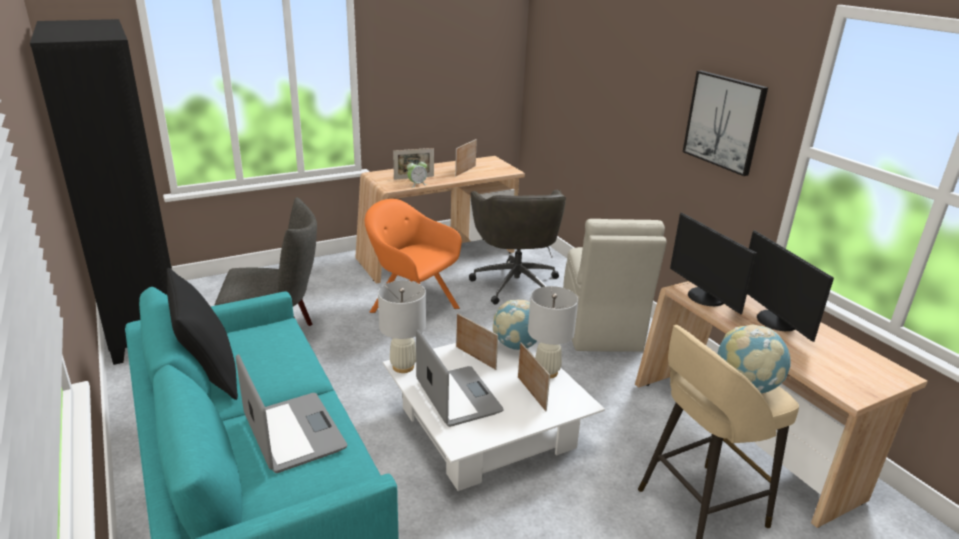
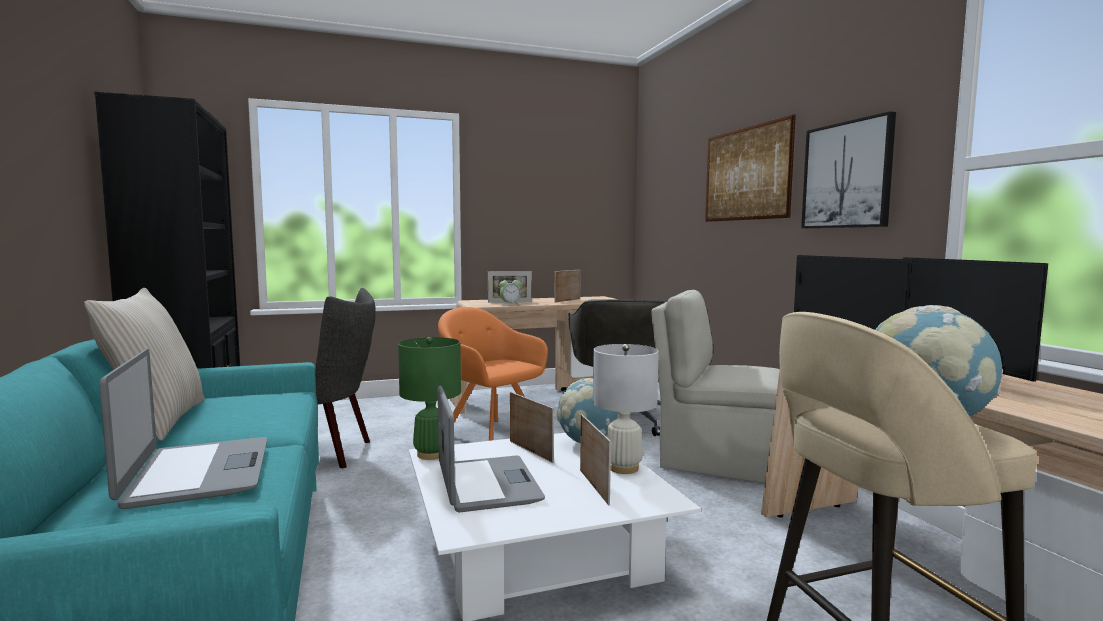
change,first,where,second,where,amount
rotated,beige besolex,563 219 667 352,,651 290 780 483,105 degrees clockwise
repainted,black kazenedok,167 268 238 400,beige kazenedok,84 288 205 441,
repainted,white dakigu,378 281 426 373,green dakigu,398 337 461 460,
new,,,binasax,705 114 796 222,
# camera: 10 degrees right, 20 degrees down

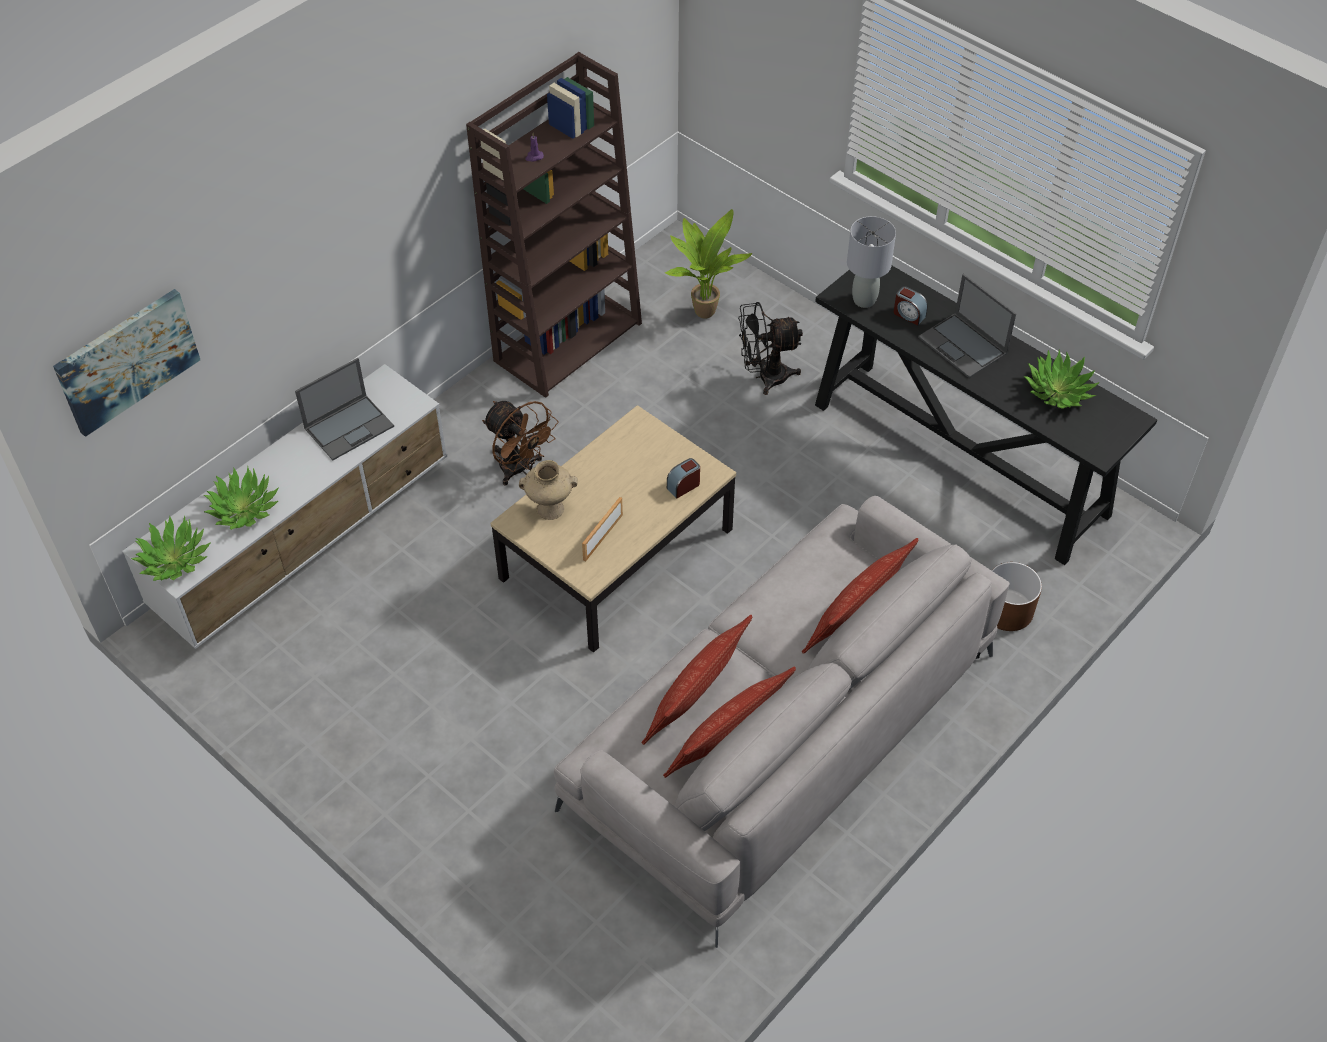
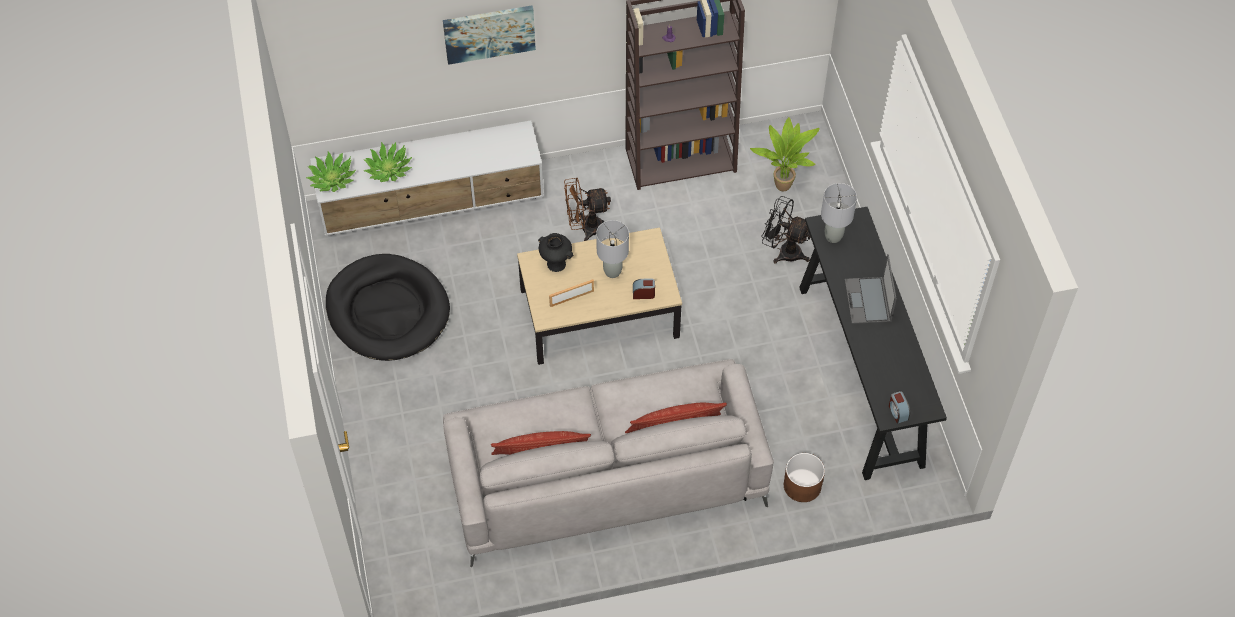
change,first,where,second,where,amount
shifted,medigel,894 286 928 326,,889 391 910 424,
shifted,binasax,53 289 200 437,,443 6 536 65,
gone,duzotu,1023 349 1099 409,,,
gone,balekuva,295 358 394 460,,,
rotated,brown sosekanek,482 401 558 486,,564 177 611 241,90 degrees clockwise
repainted,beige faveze,519 460 578 520,black faveze,538 233 574 272,
gone,kazenedok,642 615 752 745,,,
new,,,grey dakigu,596 220 629 278,
new,,,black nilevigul,326 254 450 361,
# camera: 35 degrees right, 5 degrees up

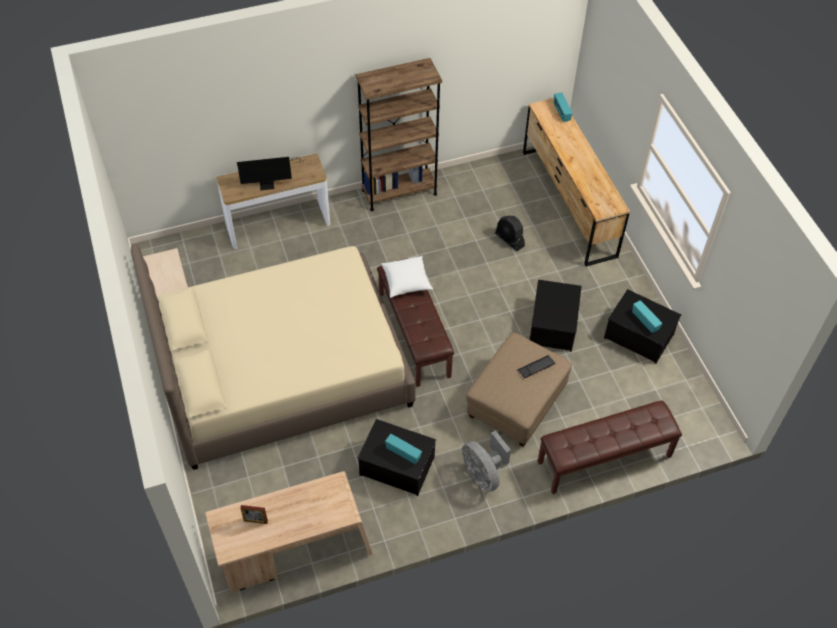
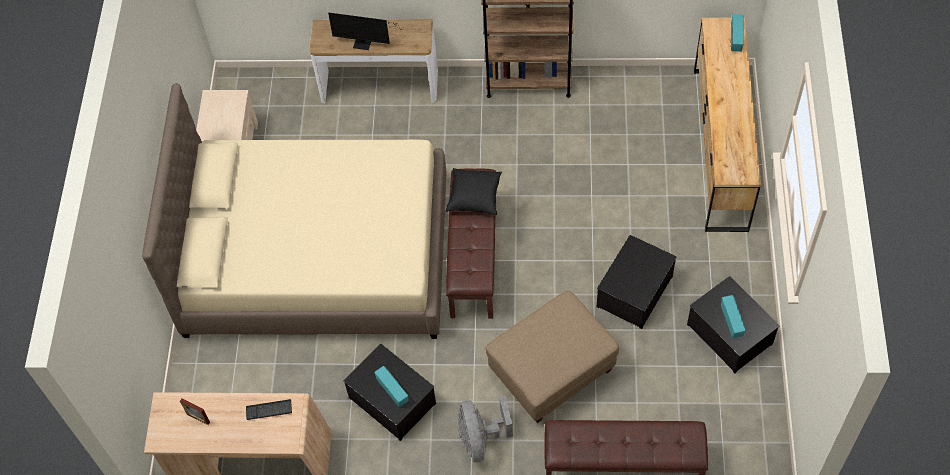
change,first,where,second,where,amount
gone,black sosekanek,495 216 525 251,,,
repainted,white kazenedok,381 256 433 298,black kazenedok,446 168 502 215,
shifted,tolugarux,517 355 555 378,,246 399 292 420,
# camera: 25 degrees right, 5 degrees up

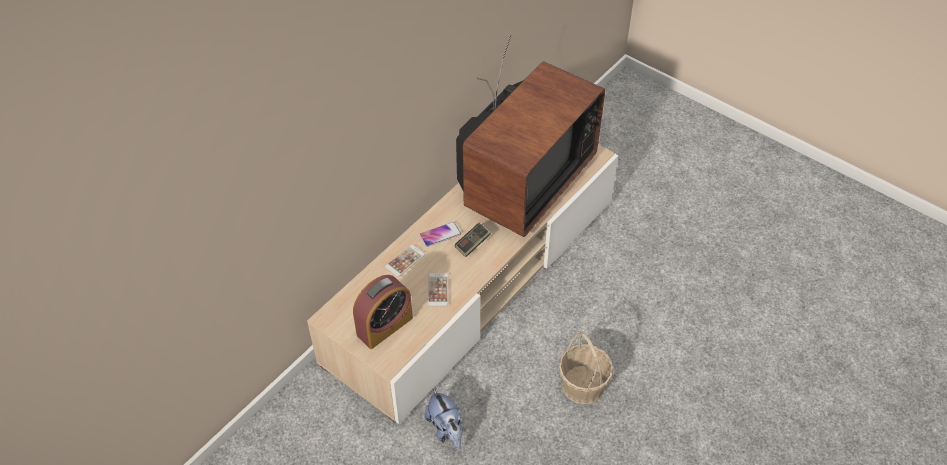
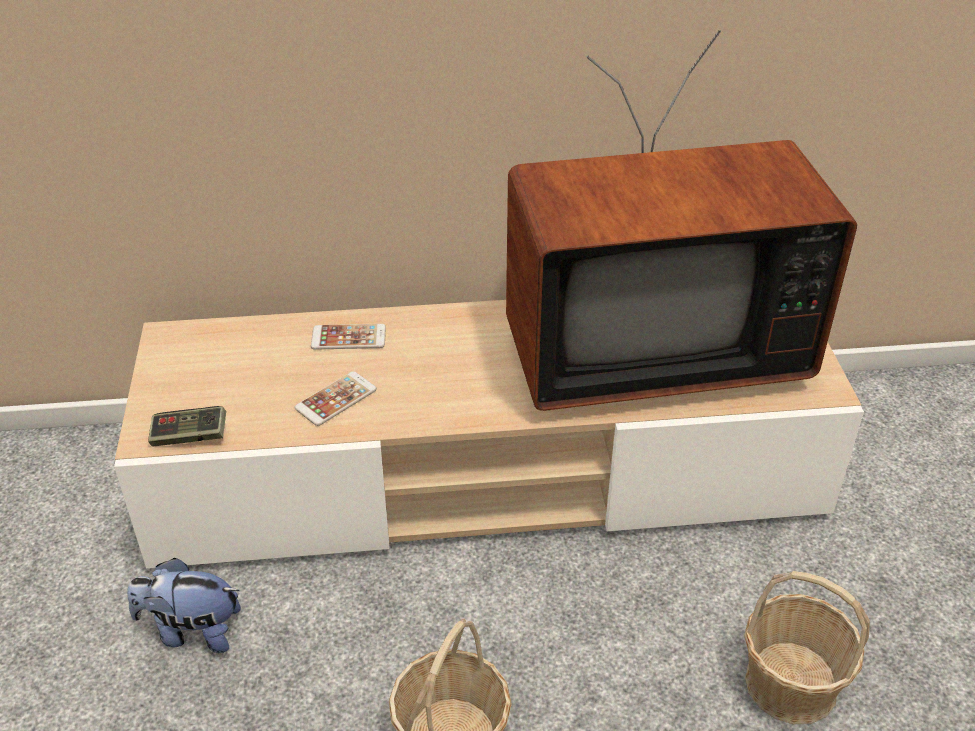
change,first,where,second,where,amount
gone,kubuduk,420 222 461 247,,,
shifted,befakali,455 223 491 257,,148 406 226 446,
gone,medigel,353 275 413 349,,,
rotated,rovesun,424 388 463 450,,127 558 241 653,75 degrees clockwise
new,,,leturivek,744 571 870 724,
# camera: 45 degrees right, 10 degrees down

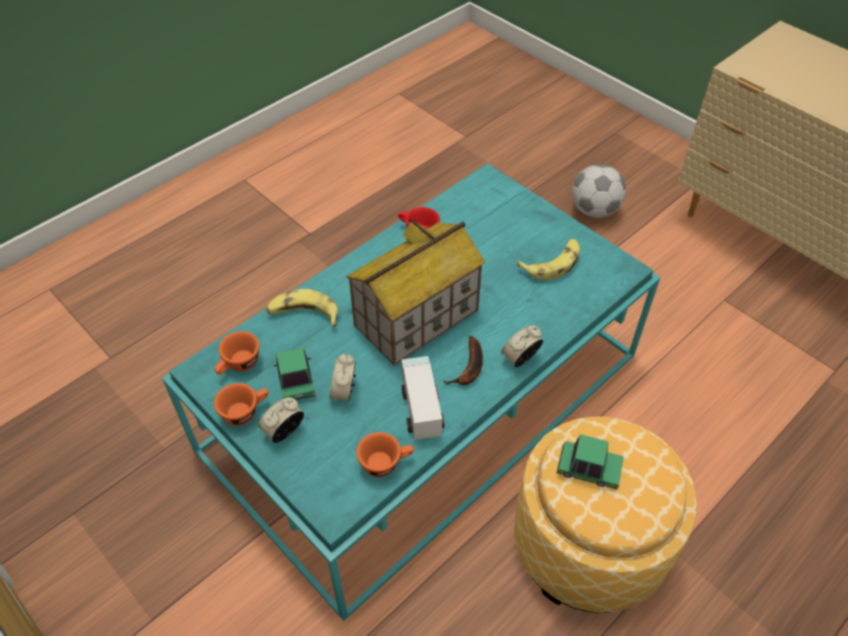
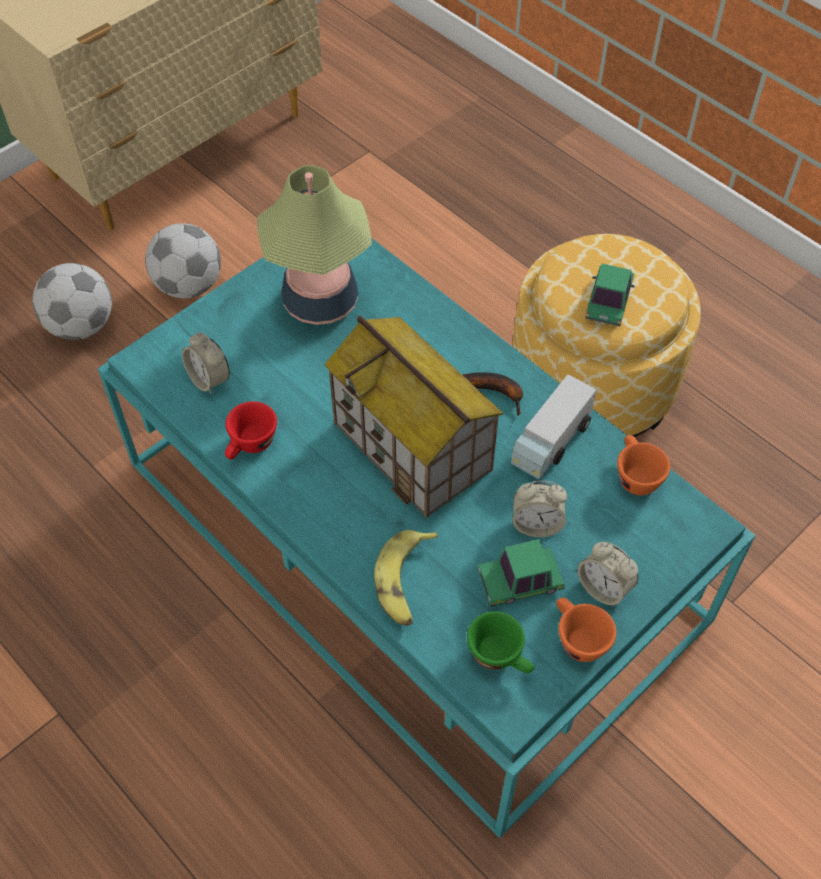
change,first,where,second,where,amount
swapped,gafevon,517 239 580 280,dakigu,257 165 372 325,
shifted,medigel,501 325 543 367,,182 332 230 395,
repainted,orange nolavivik,214 331 259 375,green nolavivik,467 611 535 673,
rotated,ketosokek,401 356 445 440,,511 374 597 480,45 degrees counterclockwise
new,,,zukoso,145 223 221 298,
# camera: 90 degrees left, 5 degrees up

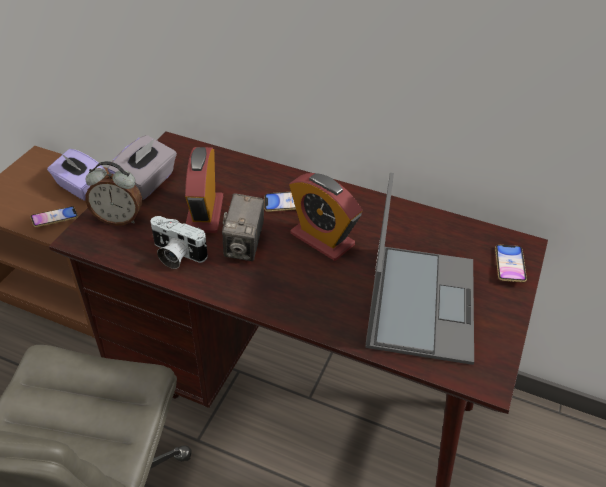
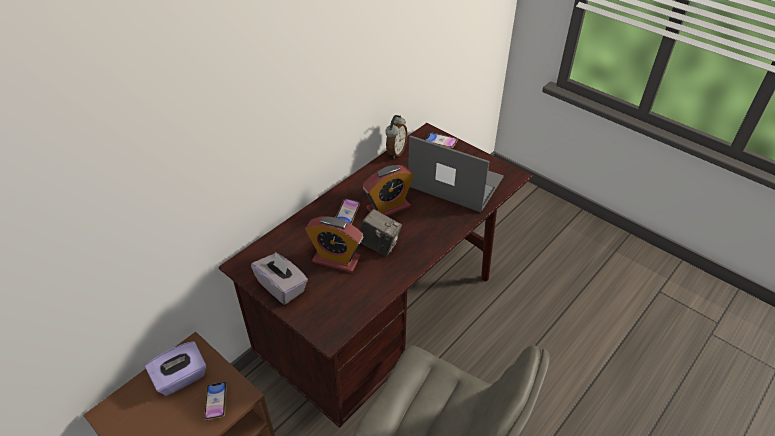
change,first,where,second,where,amount
shifted,medigel,85 161 142 226,,385 115 407 159,
gone,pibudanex,150 216 208 269,,,
# camera: 70 degrees left, 0 degrees up

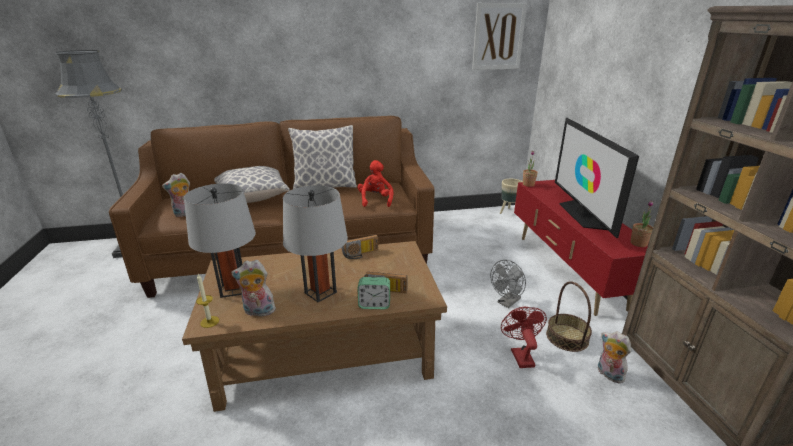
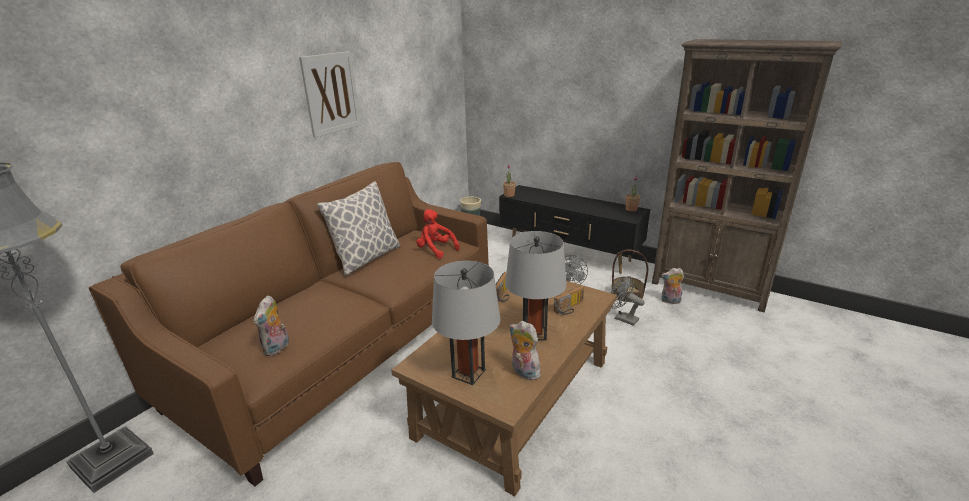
change,first,where,second,where,amount
shifted,binasax,472 3 527 70,,299 51 361 138,
gone,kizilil,555 118 639 238,,,
gone,kazenedok,214 166 290 203,,,
repainted,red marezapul,514 180 648 316,black marezapul,499 185 650 273,
rotated,rovesun,231 260 276 316,,509 321 542 381,90 degrees clockwise
gone,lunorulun,196 274 219 328,,,
gone,medigel,357 277 390 309,,,
repainted,red sosekanek,501 307 547 368,grey sosekanek,611 276 645 326,
# camera: 45 degrees left, 0 degrees up

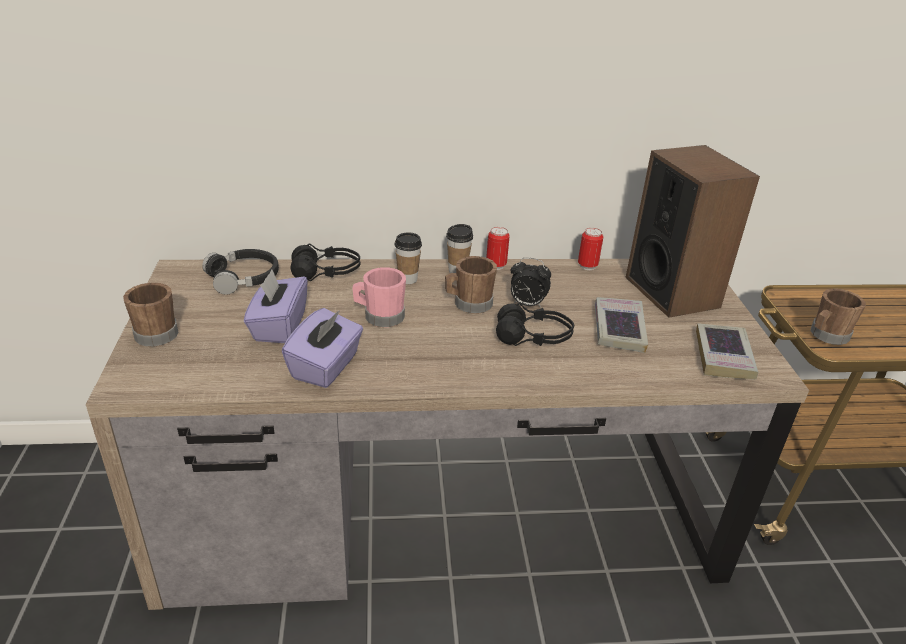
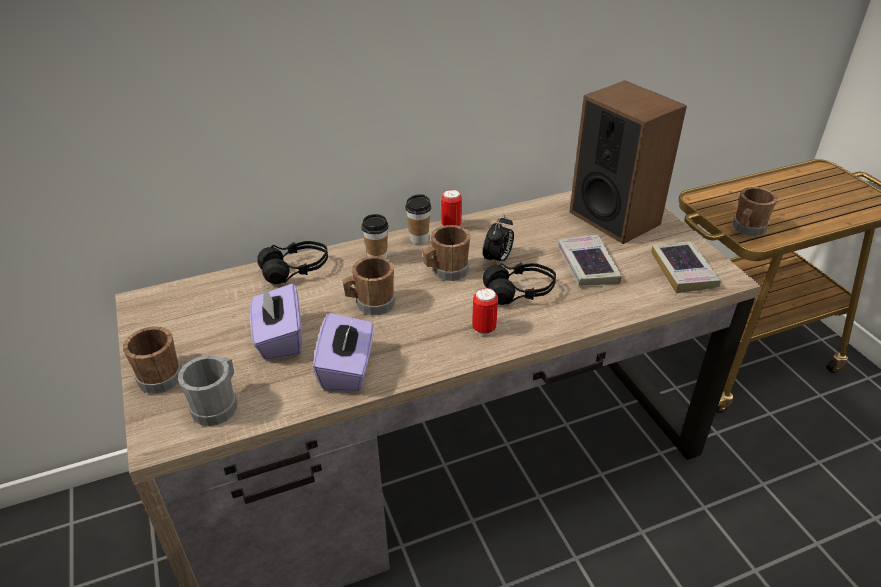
change,first,where,second,where,amount
shifted,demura,578 228 604 270,,472 288 498 336,
gone,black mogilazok,202 249 279 295,,,
rotated,medigel,510 258 551 308,,483 214 514 265,60 degrees counterclockwise
repainted,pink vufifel,352 267 406 327,brown vufifel,342 256 395 315,
new,,,grey vufifel,178 355 237 426,
# camera: 15 degrees left, 5 degrees up

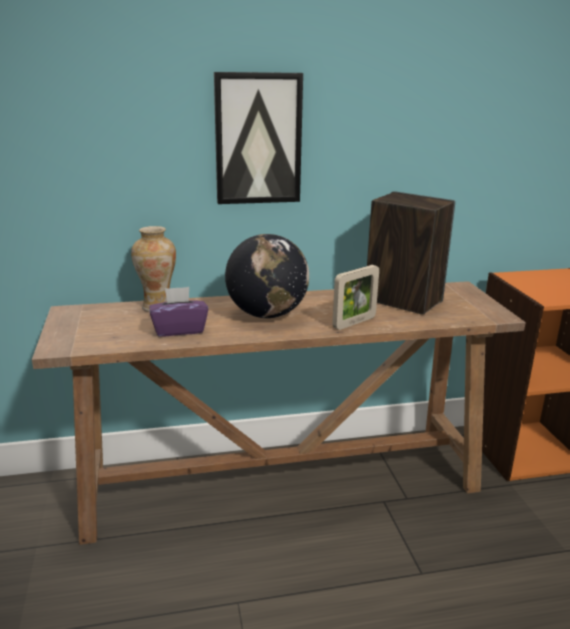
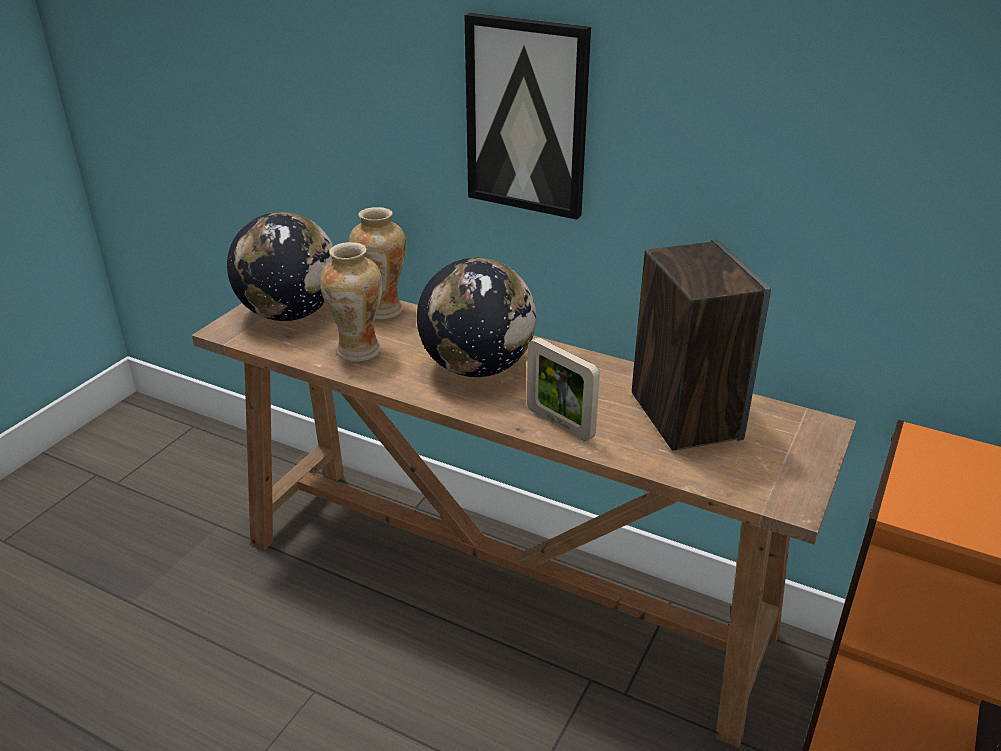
change,first,where,second,where,amount
rotated,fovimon,332 265 379 330,,527 338 600 441,45 degrees clockwise
swapped,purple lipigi,149 287 208 336,faveze,320 242 383 362,
new,,,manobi,227 212 333 321,
# camera: 40 degrees right, 10 degrees up

